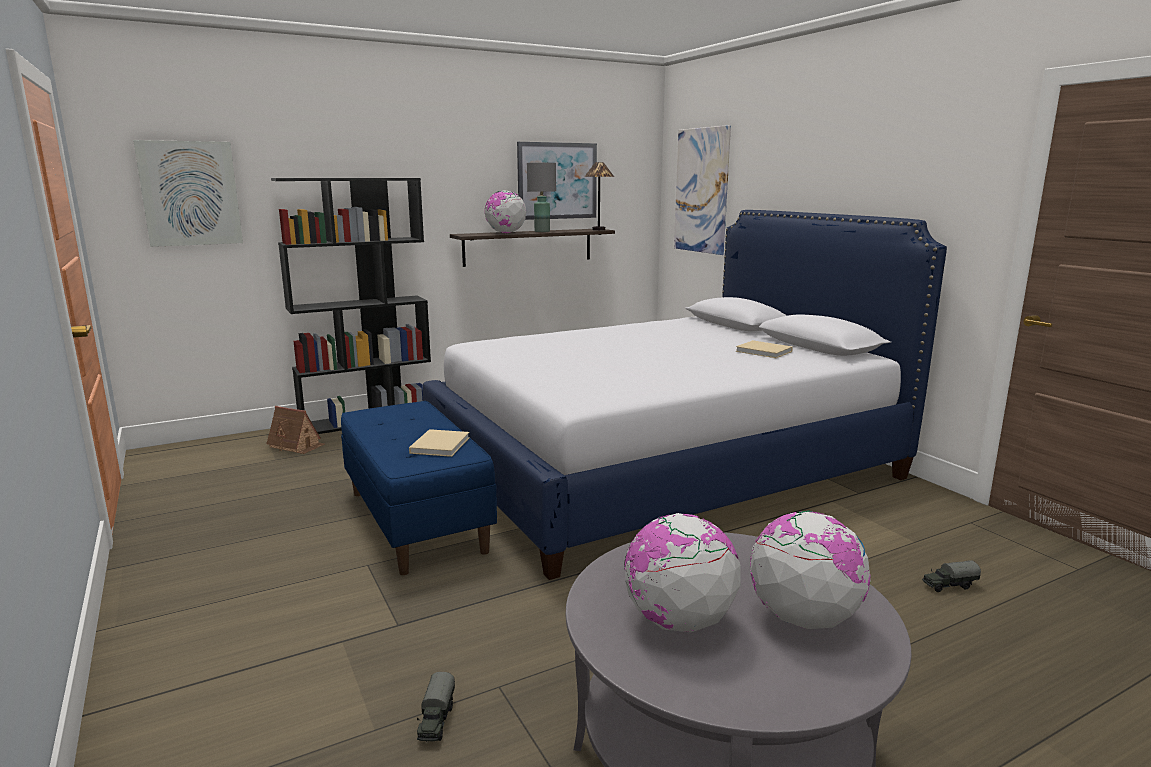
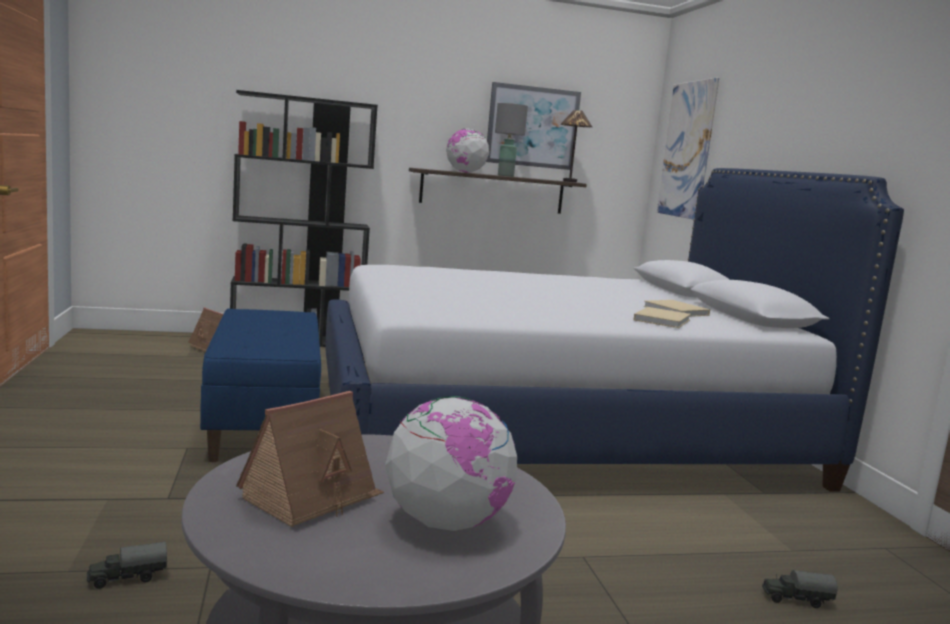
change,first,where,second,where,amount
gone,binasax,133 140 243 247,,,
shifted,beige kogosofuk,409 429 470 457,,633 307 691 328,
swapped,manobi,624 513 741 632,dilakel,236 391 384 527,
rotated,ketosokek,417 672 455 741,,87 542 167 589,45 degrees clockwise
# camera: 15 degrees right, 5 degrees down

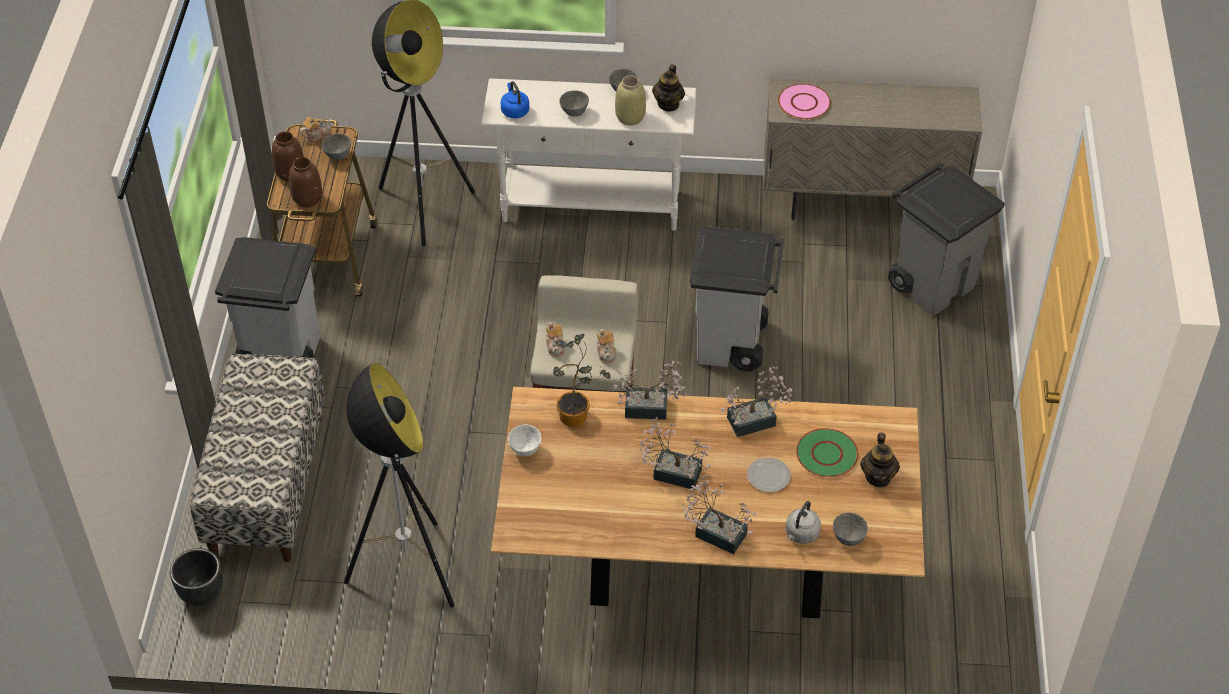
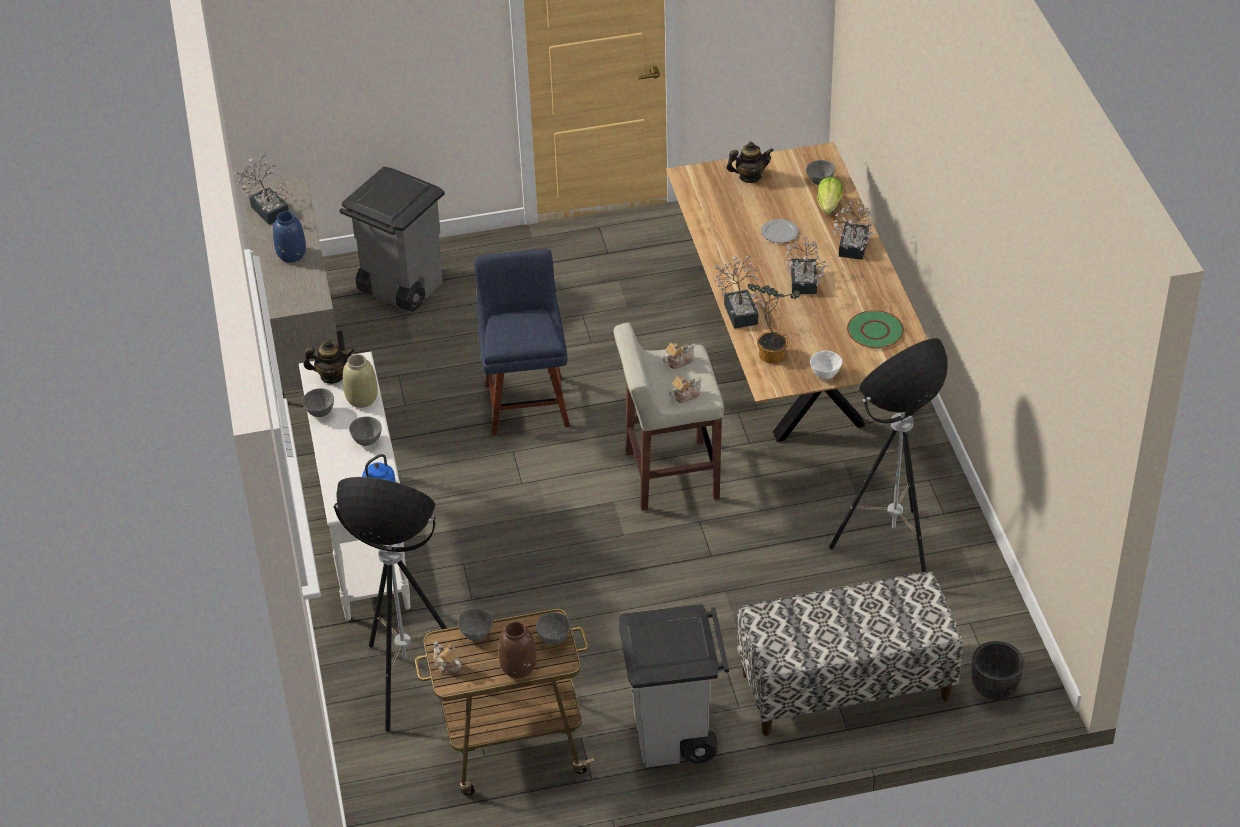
change,first,where,second,where,amount
gone,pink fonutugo,778 84 831 119,,,
swapped,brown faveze,289 157 322 208,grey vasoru,536 612 570 645,
swapped,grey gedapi,690 226 784 372,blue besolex,474 249 570 436,
shifted,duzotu,721 367 792 437,,234 155 293 225,
shifted,green fonutugo,796 428 859 477,,847 310 904 349,
swapped,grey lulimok,786 501 821 544,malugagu,817 177 844 214,
new,,,blue faveze,273 211 306 263,
# camera: 105 degrees left, 5 degrees down

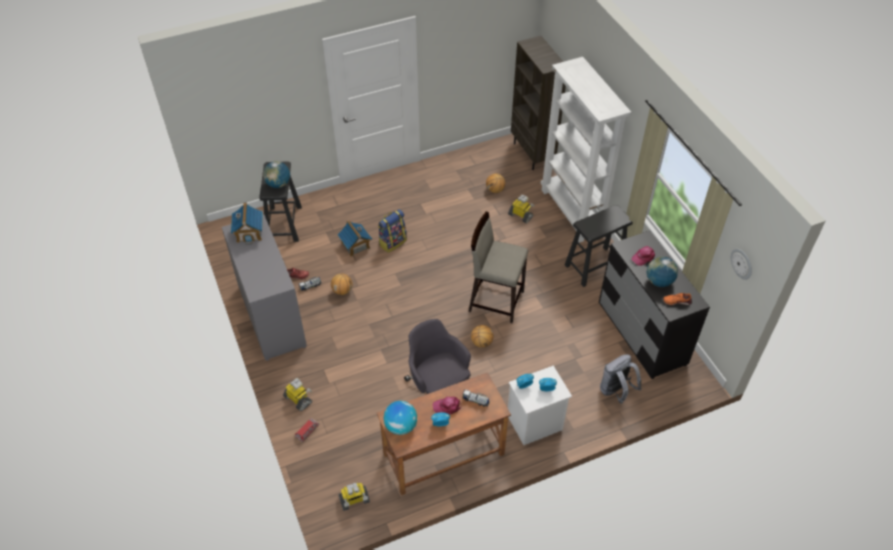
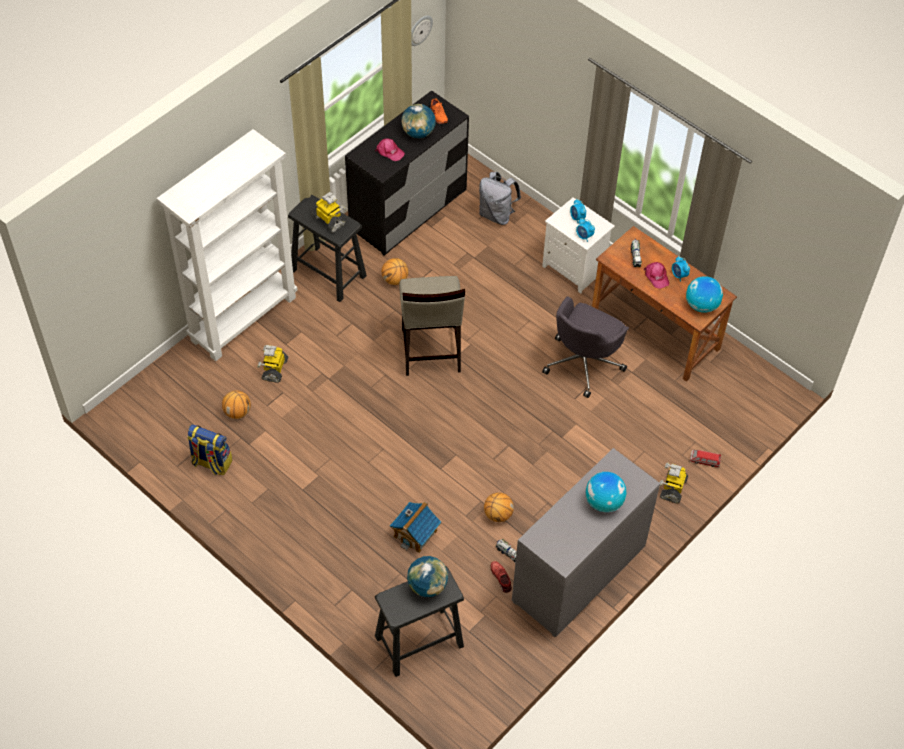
change,first,where,second,where,amount
gone,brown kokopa,511 36 566 170,,,
gone,dilakel,231 202 263 245,,,
shifted,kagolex,378 209 407 253,,187 424 232 475,
shifted,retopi,471 325 493 347,,382 258 408 285,
shifted,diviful,338 483 370 511,,312 192 347 233,
new,,,manobi,586 472 627 512,
# camera: 115 degrees left, 5 degrees up

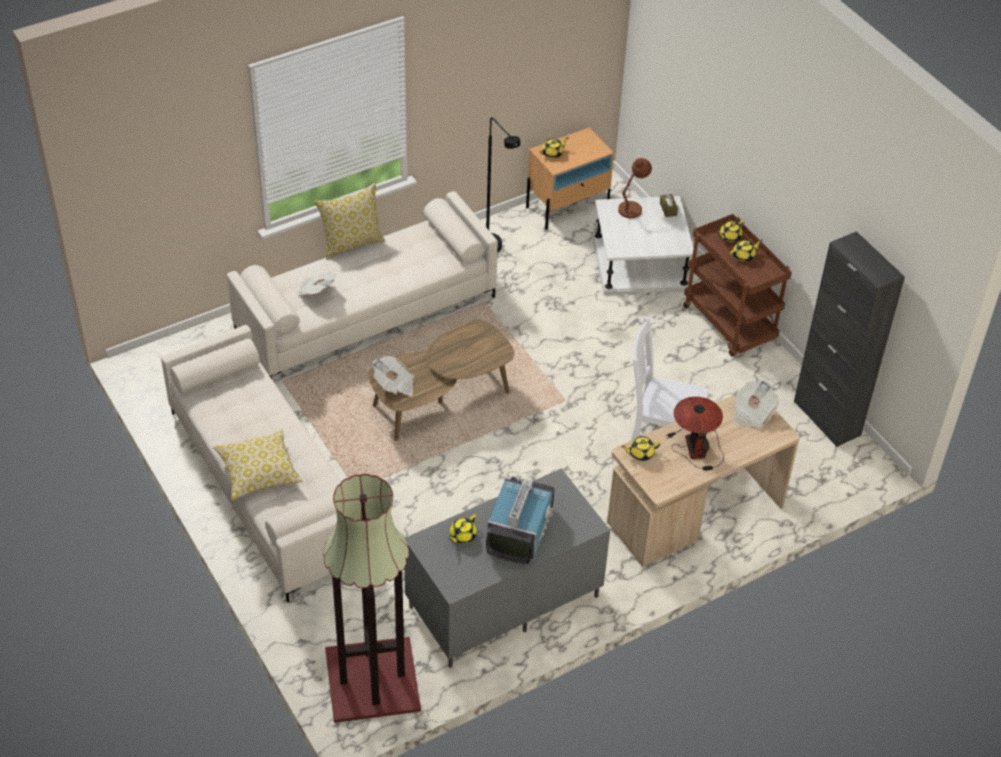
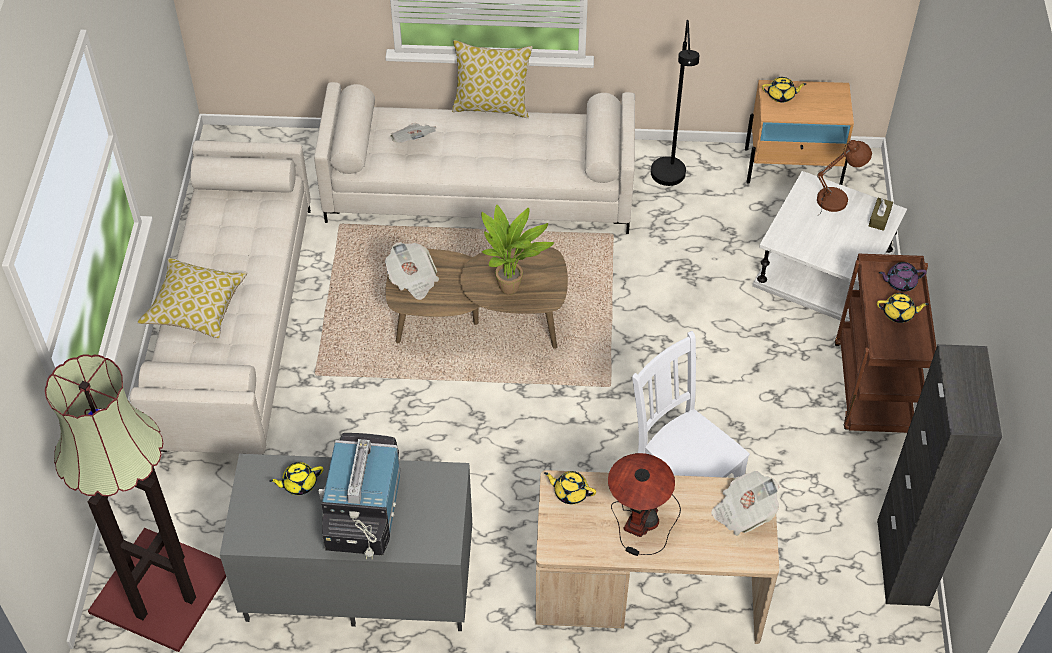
change,first,where,second,where,amount
repainted,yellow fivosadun,718 221 744 242,purple fivosadun,879 262 927 291,
rotated,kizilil,486 475 555 564,,319 433 401 560,135 degrees clockwise
new,,,duzotu,481 205 554 295,
# camera: 35 degrees right, 5 degrees up

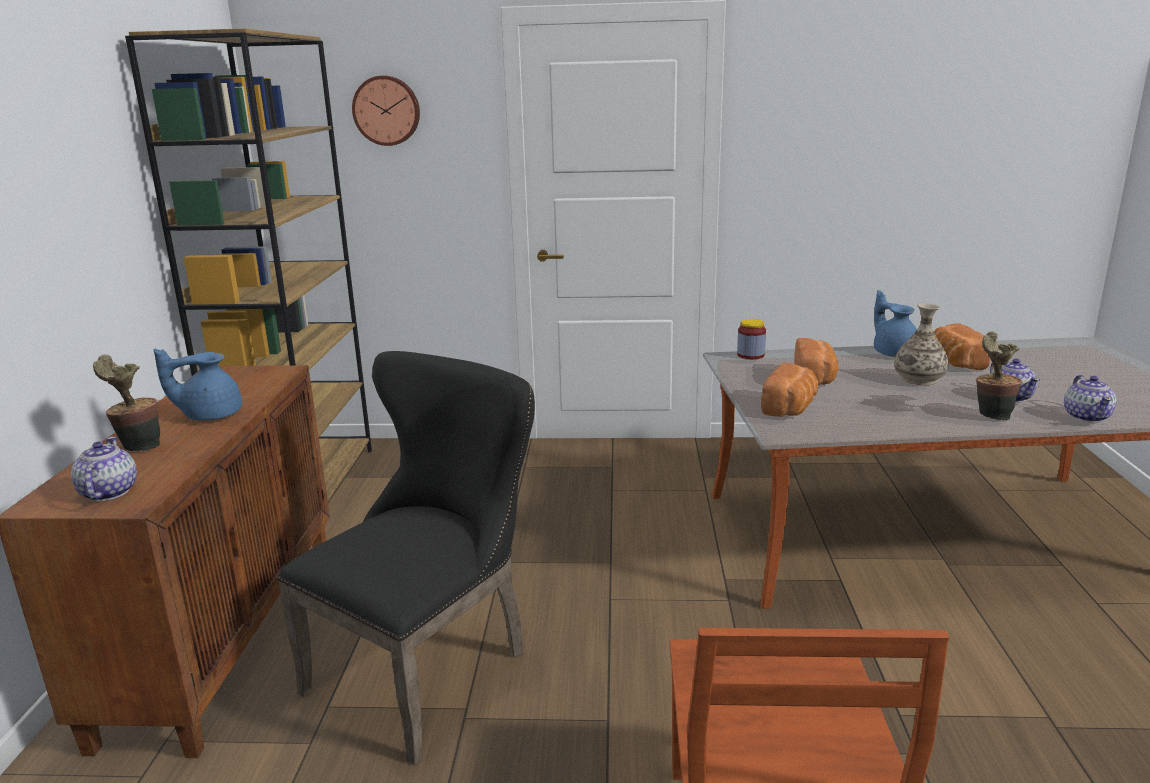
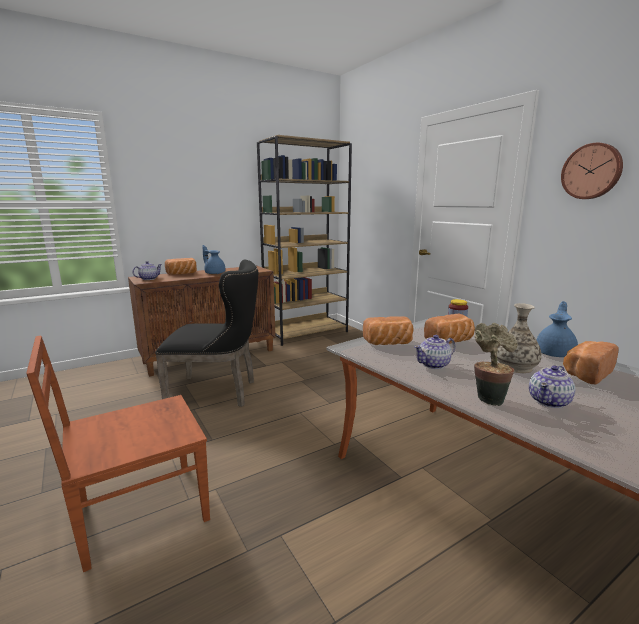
change,first,where,second,where,amount
shifted,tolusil,352 76 420 146,,561 143 623 199,
swapped,duzotu,93 354 161 451,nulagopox,165 258 197 275,
shifted,fivosadun,1064 375 1117 423,,414 335 455 369,
# camera: 55 degrees right, 5 degrees down

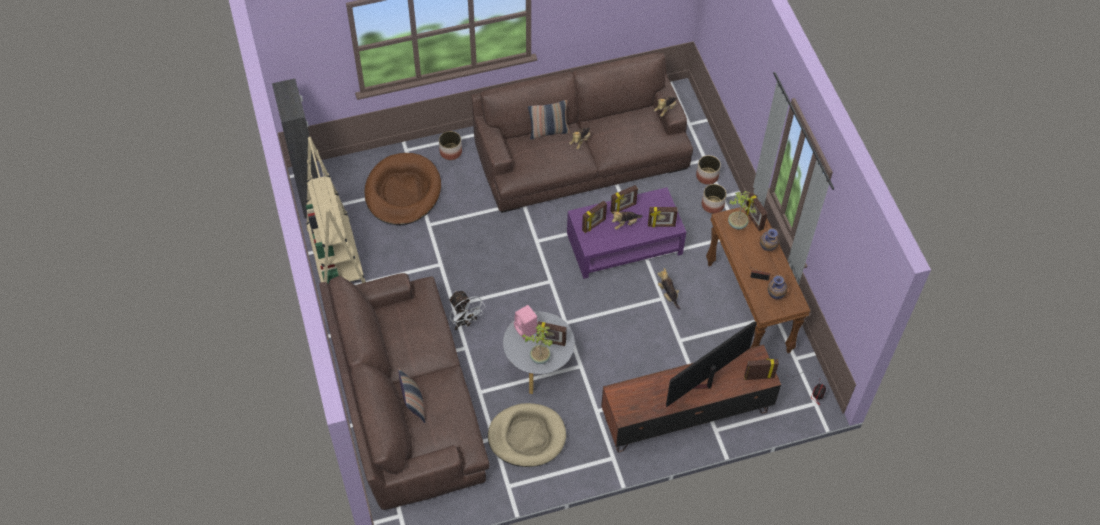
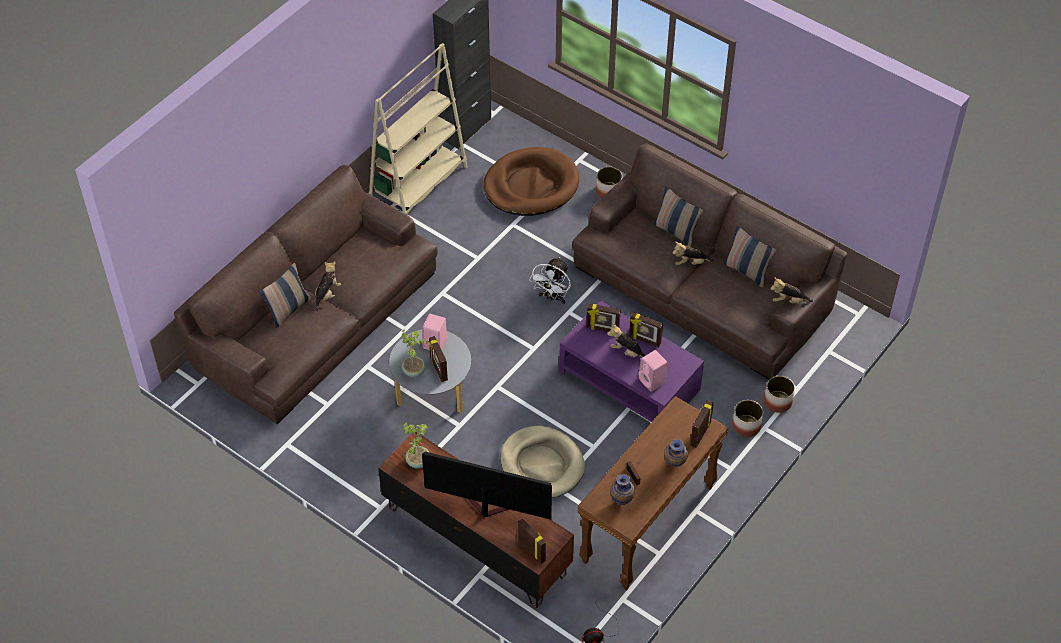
change,first,where,second,where,amount
shifted,duzotu,728 191 755 229,,403 422 430 468,
swapped,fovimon,648 207 678 227,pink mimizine,638 350 667 392,
shifted,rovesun,657 268 681 310,,315 261 341 311,
shifted,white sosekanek,449 291 485 330,,530 257 571 304,
shifted,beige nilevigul,488 403 566 467,,500 426 585 498,
new,,,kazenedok,723 226 776 288,
# camera: 55 degrees right, 5 degrees down

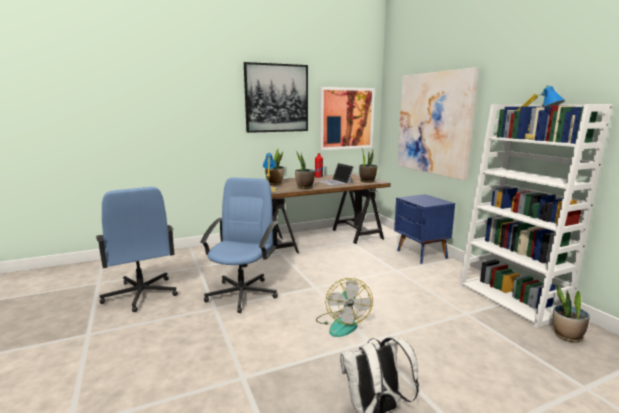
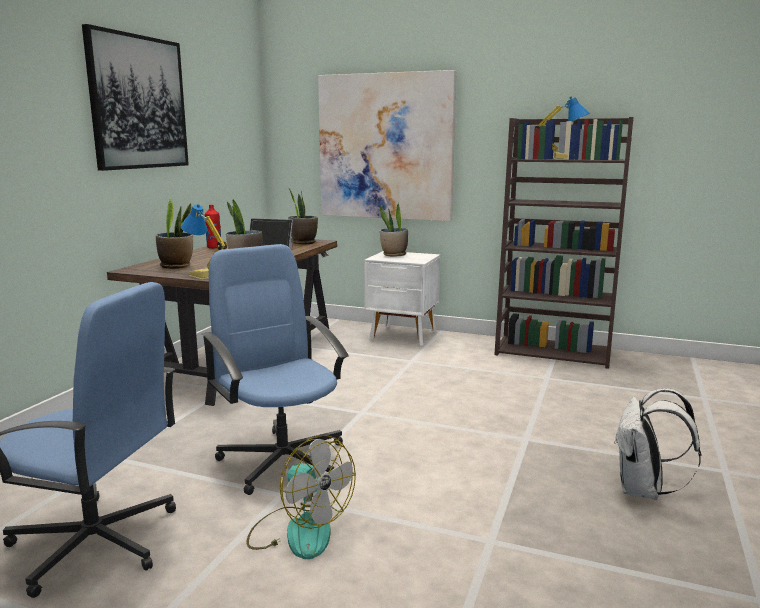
change,first,where,second,where,amount
gone,binasax,320 87 375 150,,,
repainted,white kokopa,459 104 612 328,brown kokopa,494 117 633 369,
repainted,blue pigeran,394 194 455 264,white pigeran,364 251 440 346,
shifted,sosekanek,316 278 373 337,,246 435 356 559,
shifted,duzotu,553 285 590 342,,380 203 408 257,
# camera: 45 degrees left, 0 degrees up

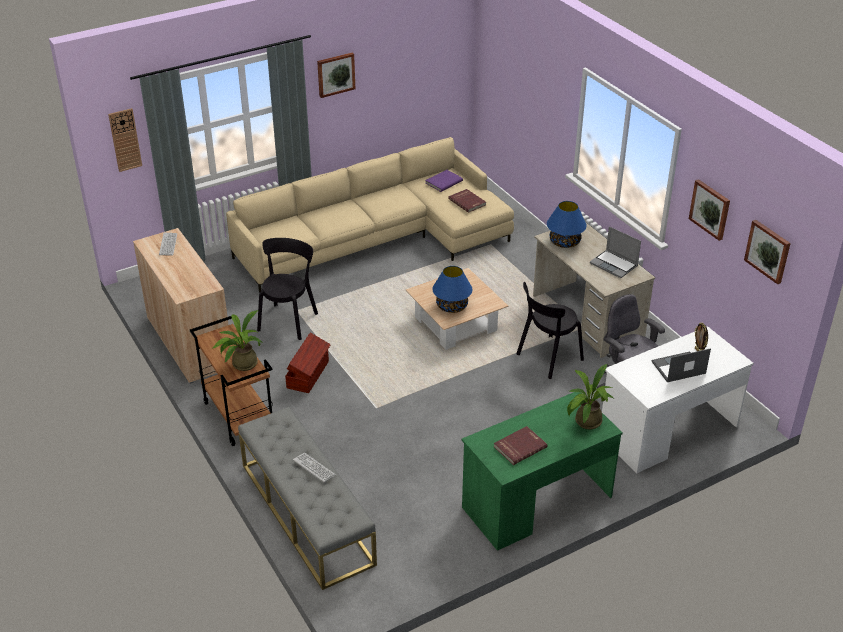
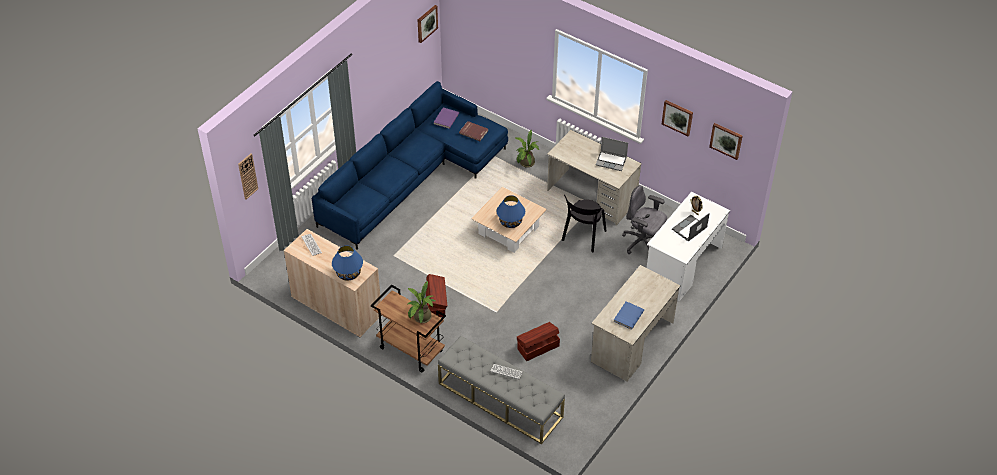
change,first,where,second,where,amount
shifted,binasax,317 52 356 98,,418 5 438 43,
repainted,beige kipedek,226 137 514 292,blue kipedek,312 81 508 249,
shifted,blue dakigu,547 201 587 248,,332 245 363 281,
gone,black besolex,257 238 318 340,,,
shifted,duzotu,567 364 613 430,,515 130 539 168,
repainted,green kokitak,461 392 623 551,beige kokitak,591 265 681 382,
repainted,red kogosofuk,494 426 547 465,blue kogosofuk,613 301 644 330,
new,,,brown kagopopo,517 322 560 361,
# camera: 25 degrees left, 10 degrees up

